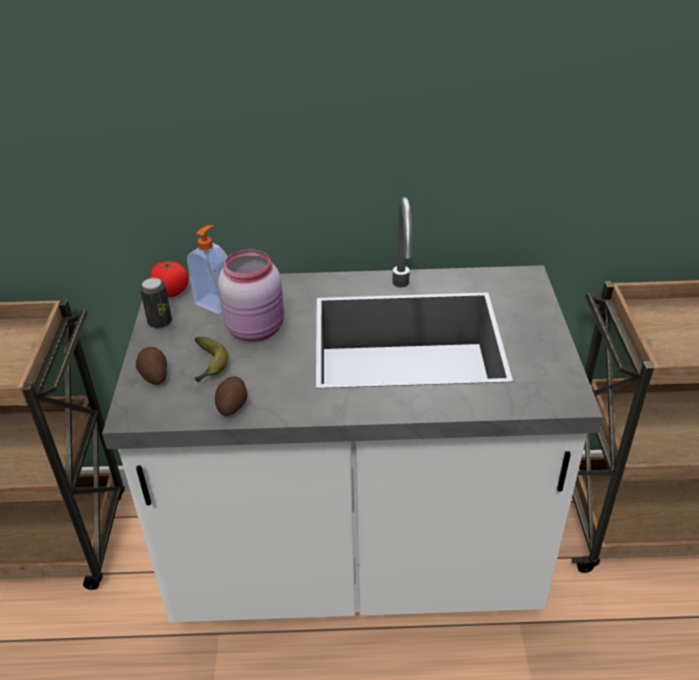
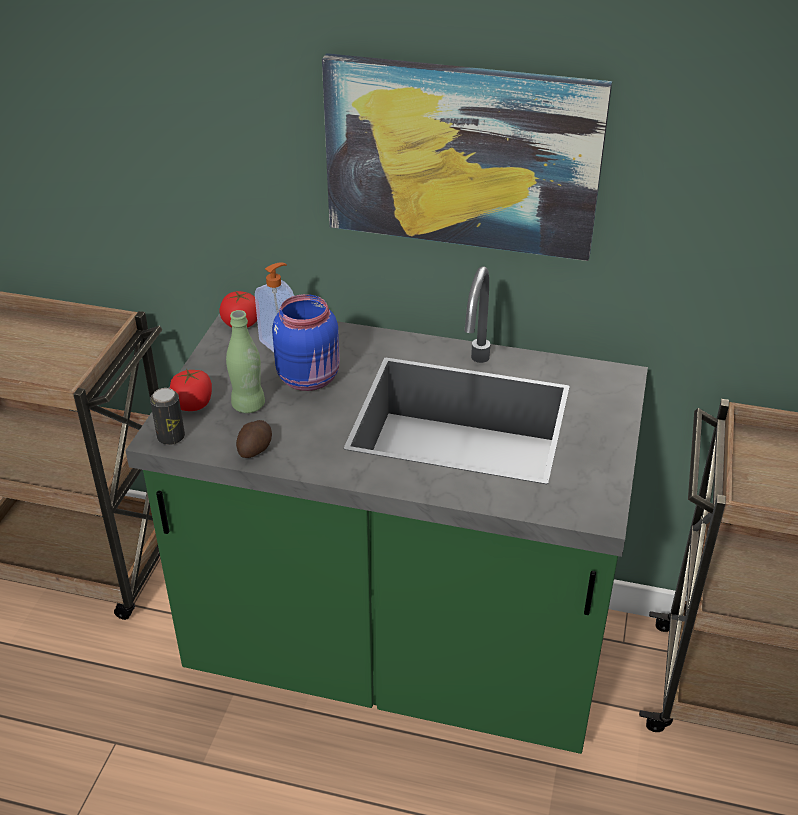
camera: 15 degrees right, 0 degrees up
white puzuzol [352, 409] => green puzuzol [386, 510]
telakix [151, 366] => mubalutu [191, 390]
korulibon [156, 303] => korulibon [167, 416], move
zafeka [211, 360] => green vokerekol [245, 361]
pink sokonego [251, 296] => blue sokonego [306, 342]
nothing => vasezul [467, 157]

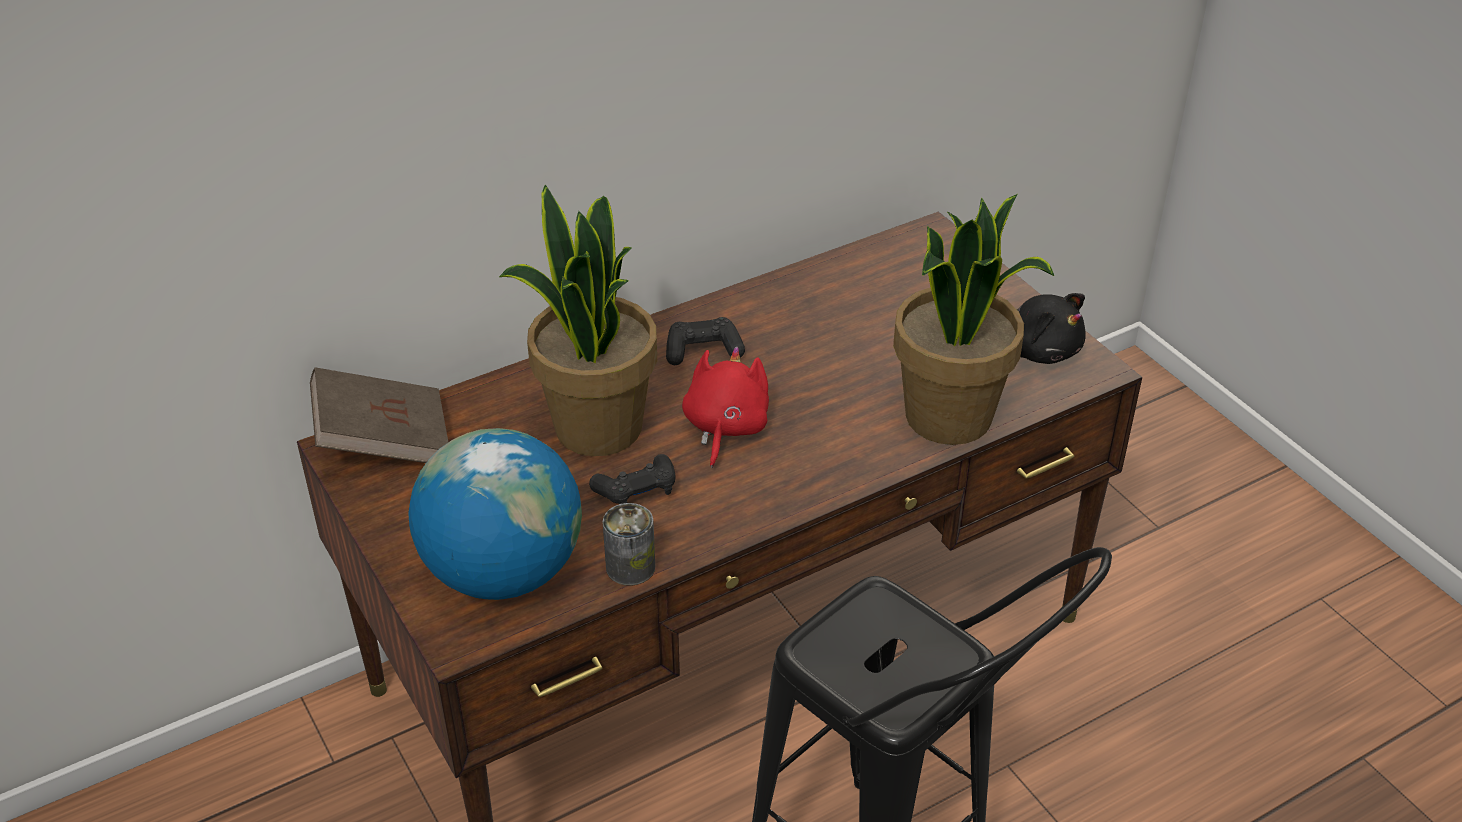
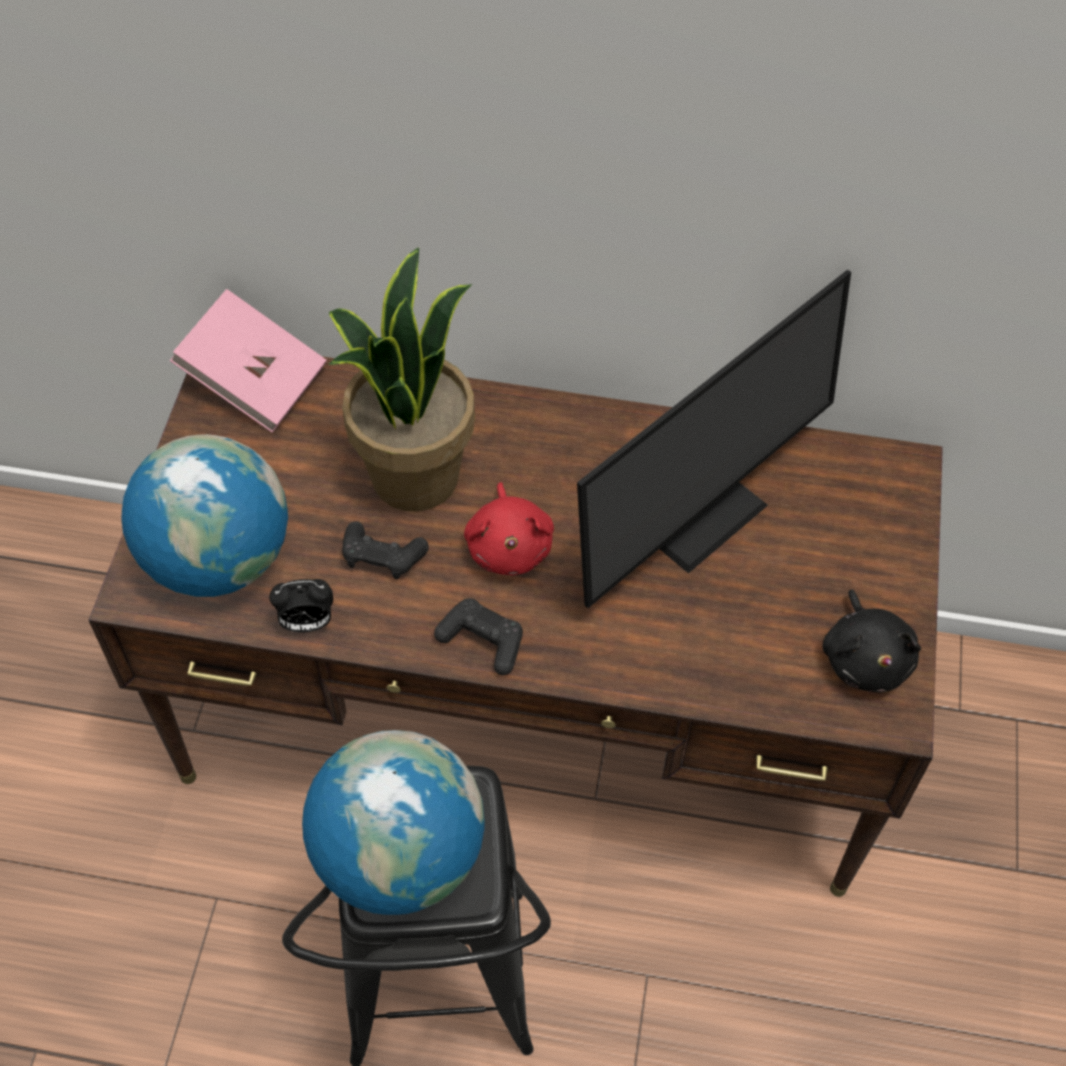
camera: 40 degrees right, 15 degrees up
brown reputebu [379, 415] => pink reputebu [248, 361]
korulibon [629, 544] => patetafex [301, 606]
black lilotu [705, 341] => black lilotu [478, 636], move
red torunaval [725, 407] => red torunaval [509, 528], 120 degrees clockwise
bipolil [973, 319] => nothing
nothing => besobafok [393, 822]
nothing => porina [714, 439]

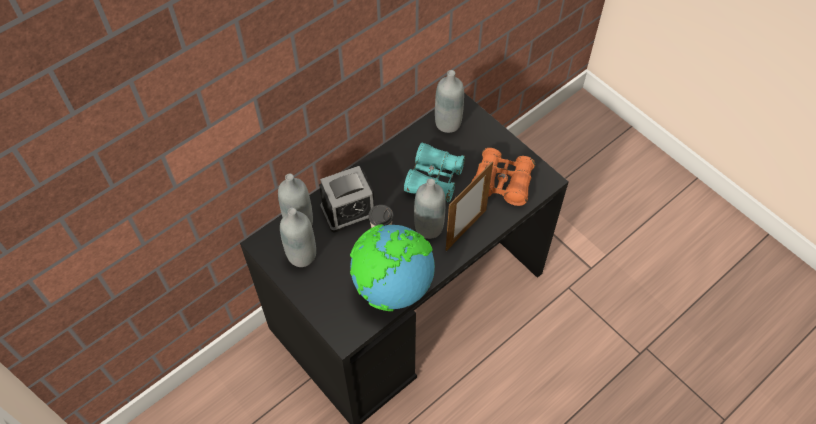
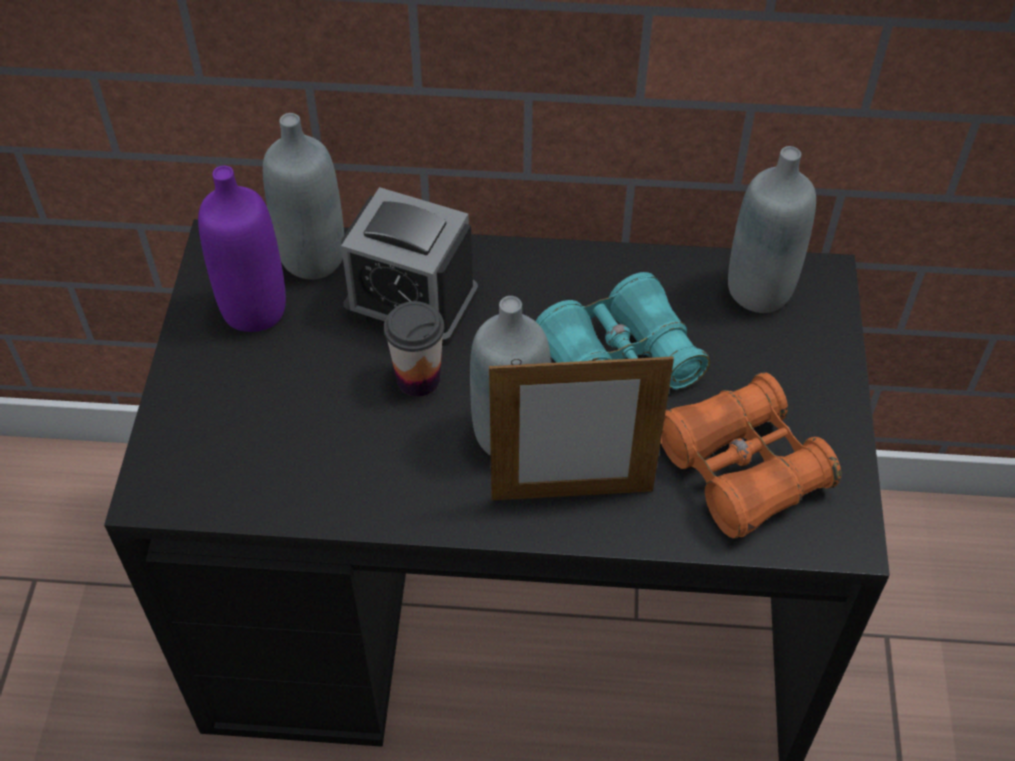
camera: 45 degrees right, 5 degrees down
grey vokerekol [298, 237] => purple vokerekol [242, 249]
besobafok [392, 267] => nothing

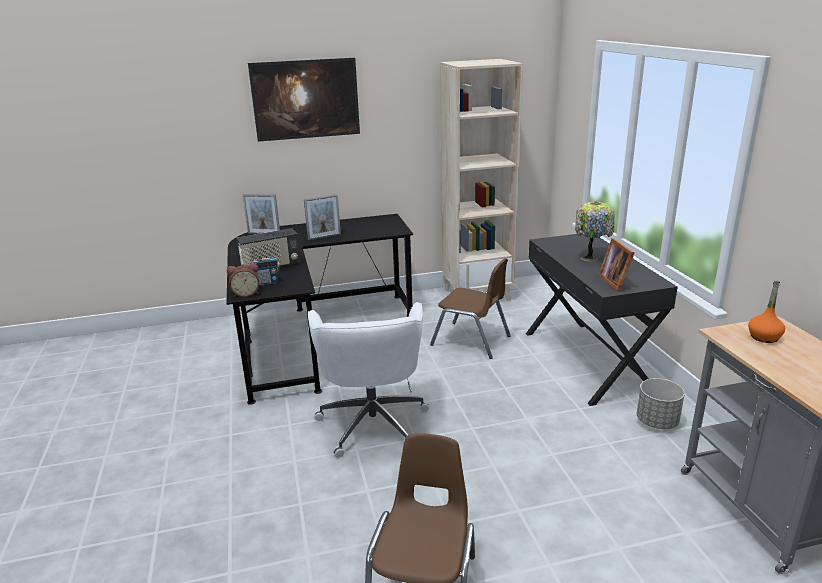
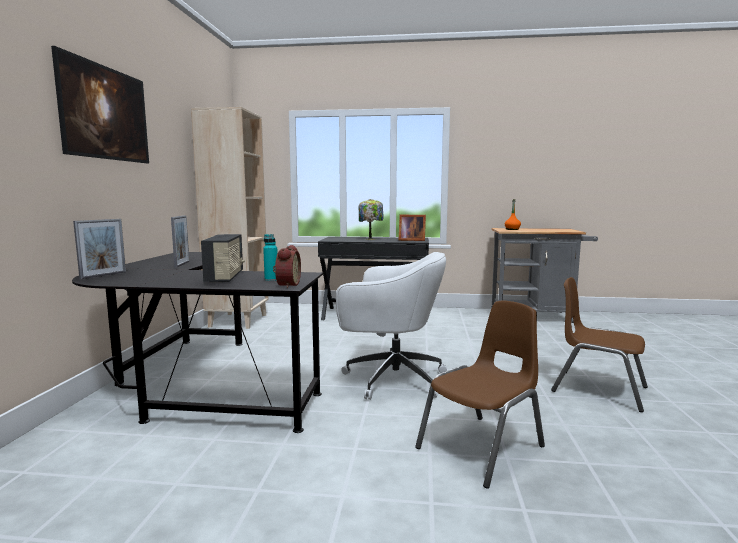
camera: 70 degrees left, 15 degrees down
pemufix [266, 267] => turquoise vokerekol [270, 257]
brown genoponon [470, 308] => brown genoponon [480, 395], move
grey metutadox [661, 403] => nothing

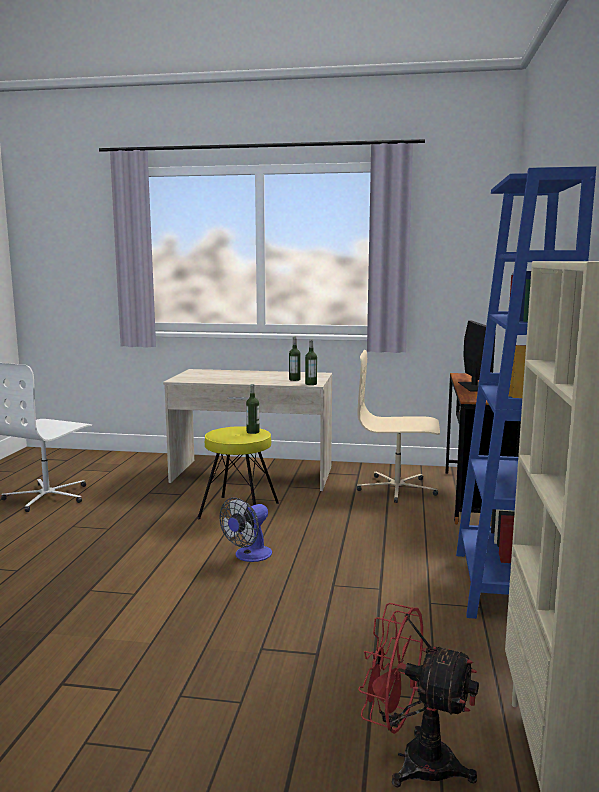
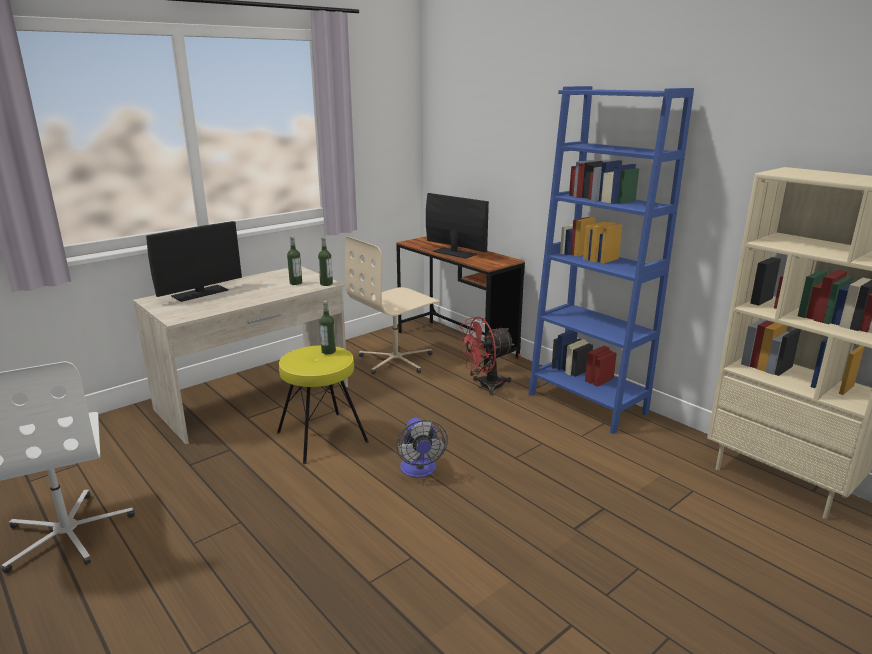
camera: 50 degrees left, 10 degrees up
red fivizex [418, 695] => red fivizex [486, 356], move
nothing => porina [194, 261]

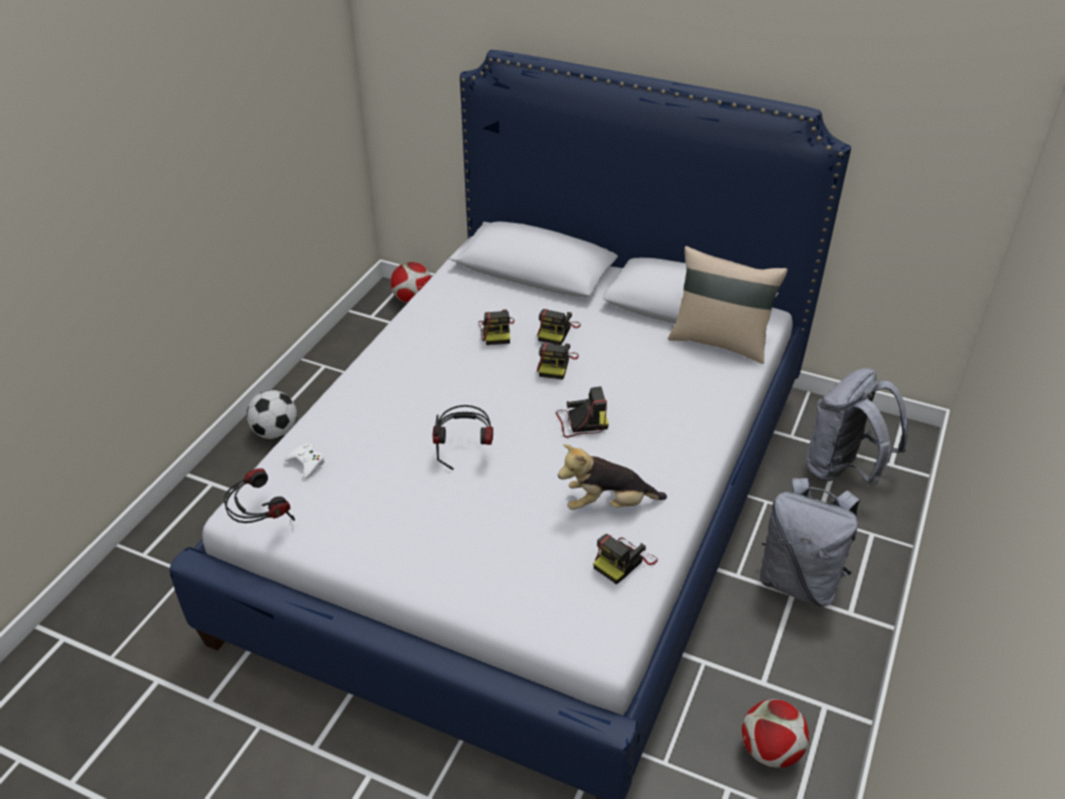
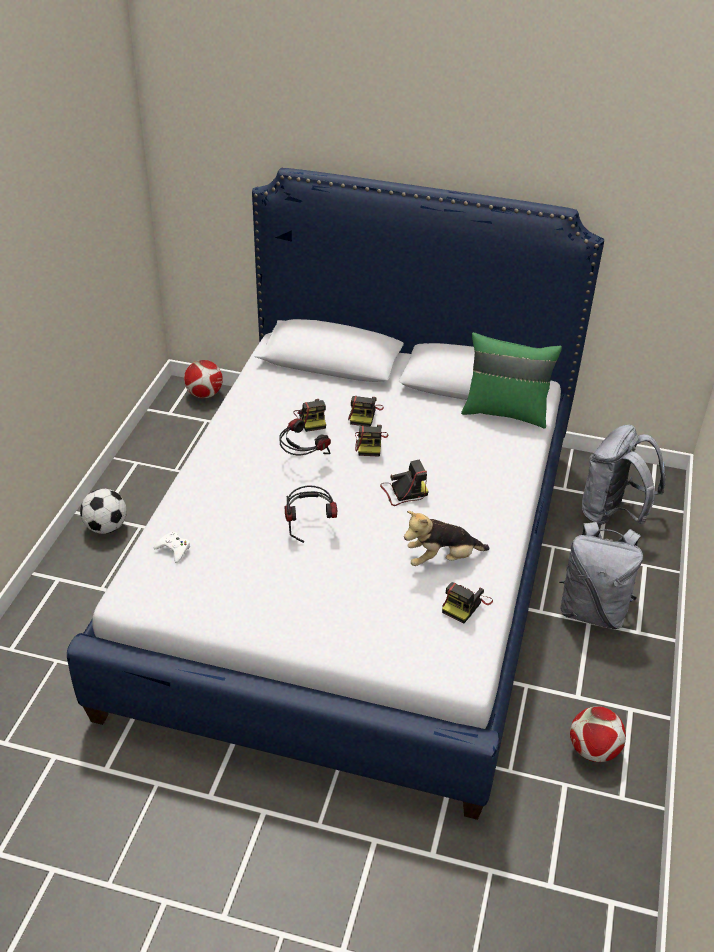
camera: 10 degrees left, 0 degrees up
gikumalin [259, 495] => gikumalin [305, 436], move
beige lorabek [728, 305] => green lorabek [511, 380]

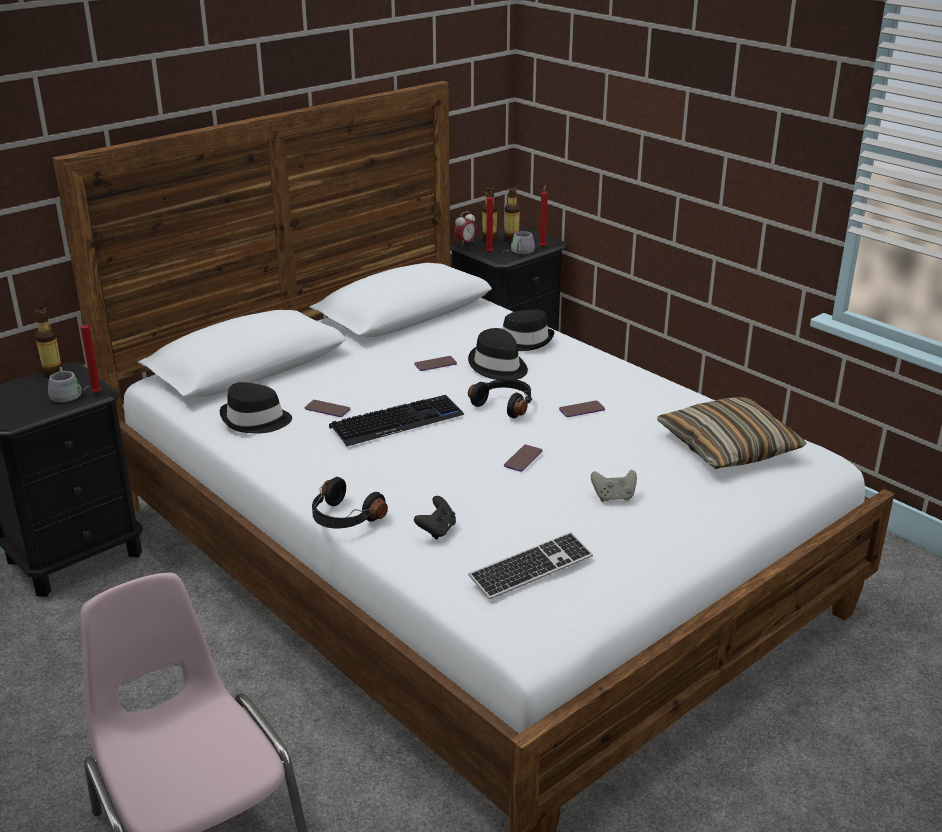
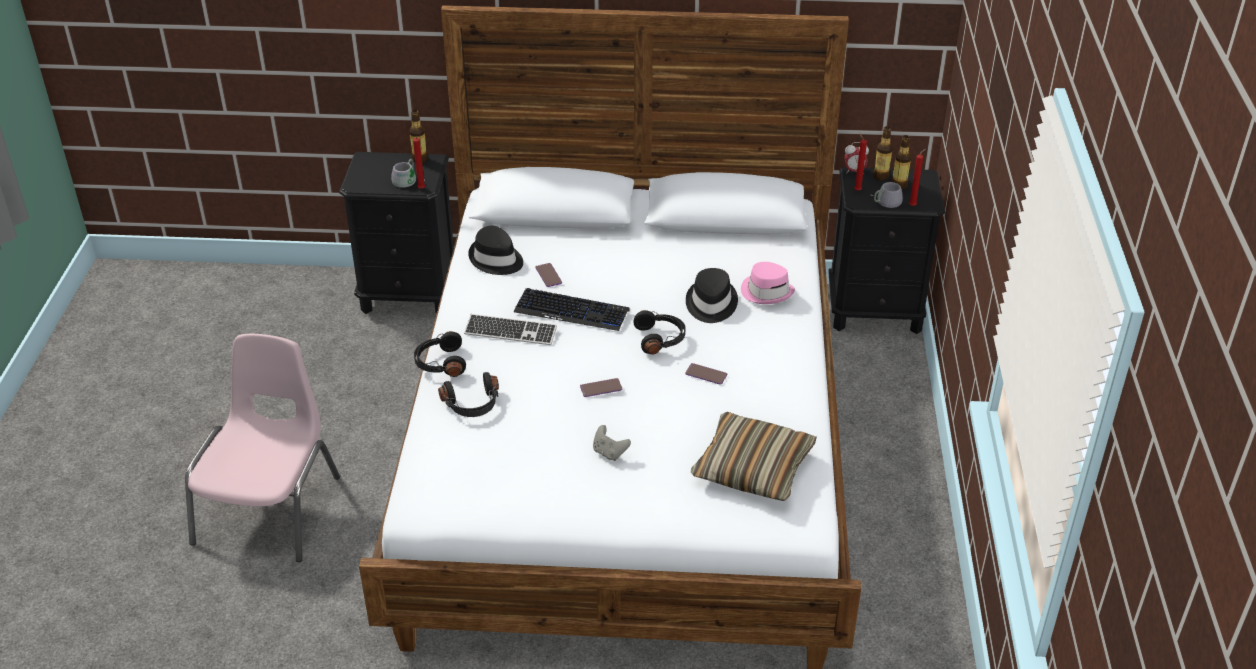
camera: 45 degrees right, 10 degrees up
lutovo [435, 363] => nothing
black lilotu [435, 518] => black gikumalin [468, 394]
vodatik [530, 566] => vodatik [510, 329], move
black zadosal [528, 330] => pink zadosal [768, 283]

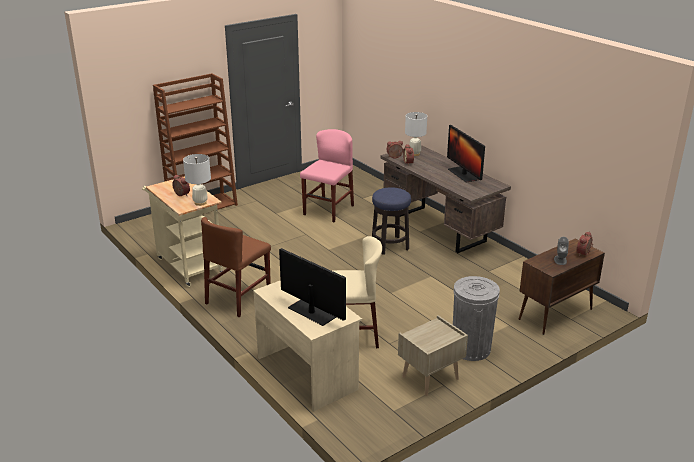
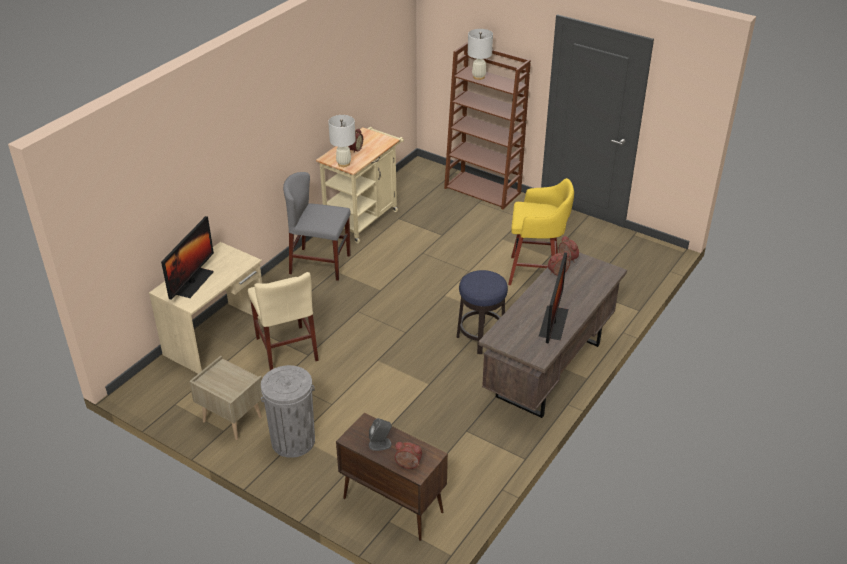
camera: 70 degrees right, 10 degrees up
brown genoponon [236, 267] => grey genoponon [317, 226]
pink genoponon [327, 175] => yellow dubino [541, 231]
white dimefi [416, 134] => white dimefi [480, 54], move
porina [466, 154] => porina [553, 297], 150 degrees clockwise

